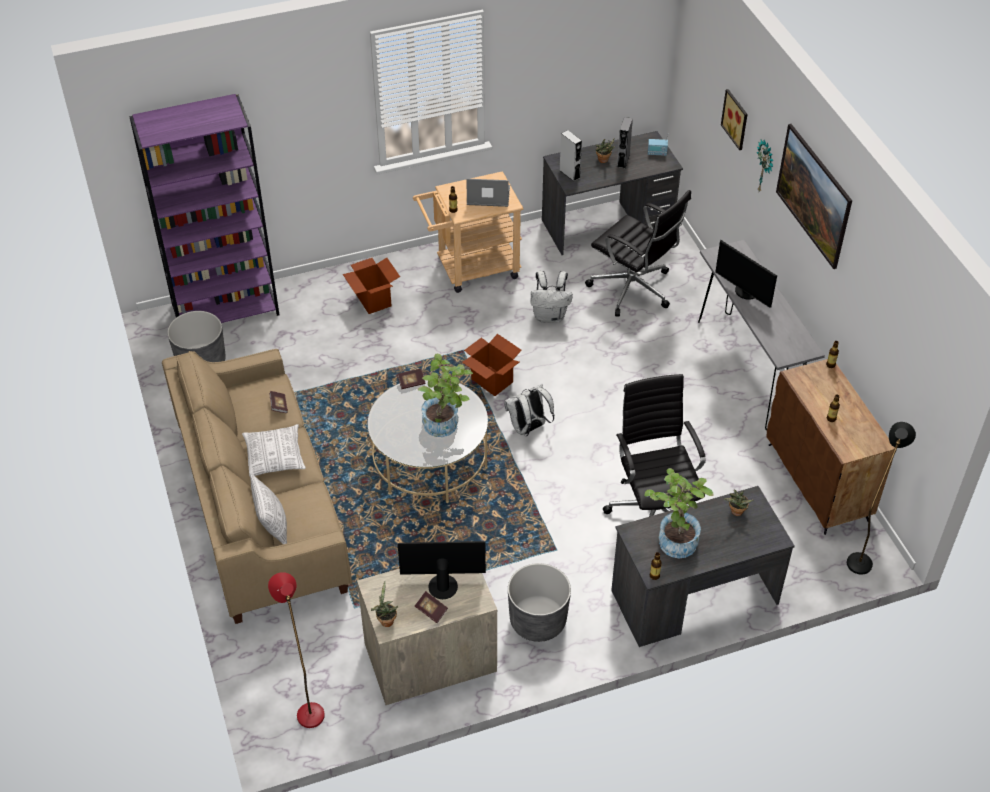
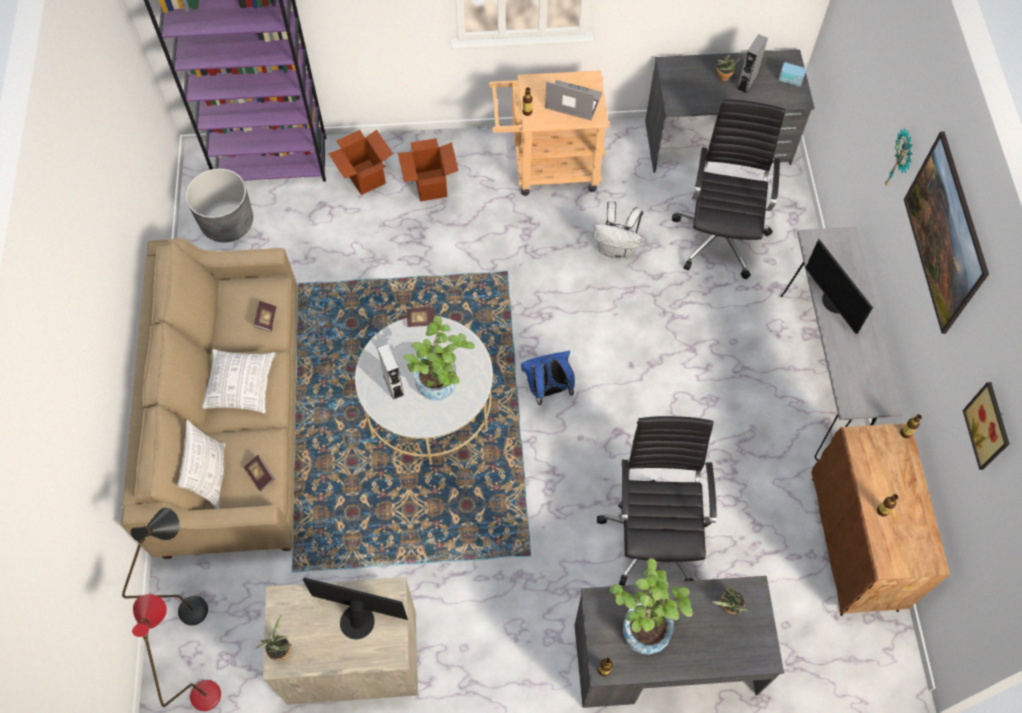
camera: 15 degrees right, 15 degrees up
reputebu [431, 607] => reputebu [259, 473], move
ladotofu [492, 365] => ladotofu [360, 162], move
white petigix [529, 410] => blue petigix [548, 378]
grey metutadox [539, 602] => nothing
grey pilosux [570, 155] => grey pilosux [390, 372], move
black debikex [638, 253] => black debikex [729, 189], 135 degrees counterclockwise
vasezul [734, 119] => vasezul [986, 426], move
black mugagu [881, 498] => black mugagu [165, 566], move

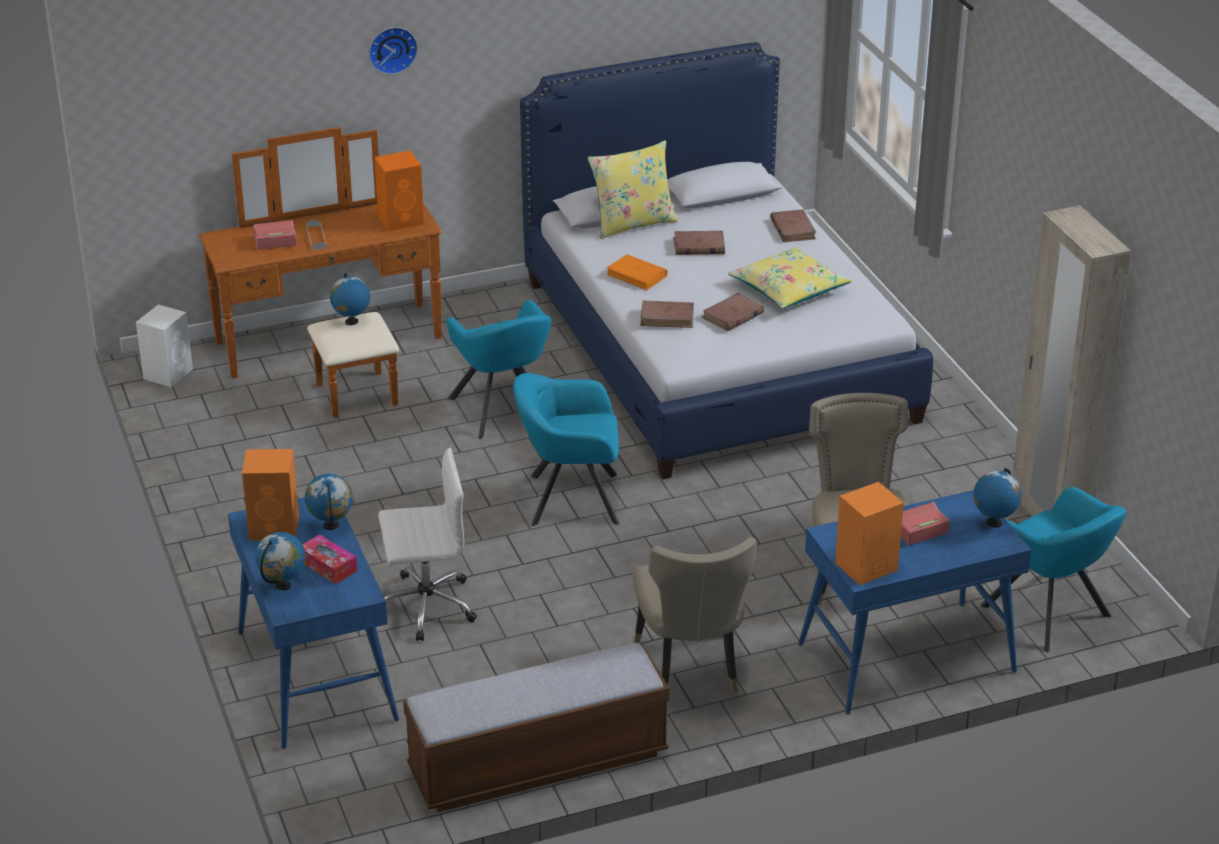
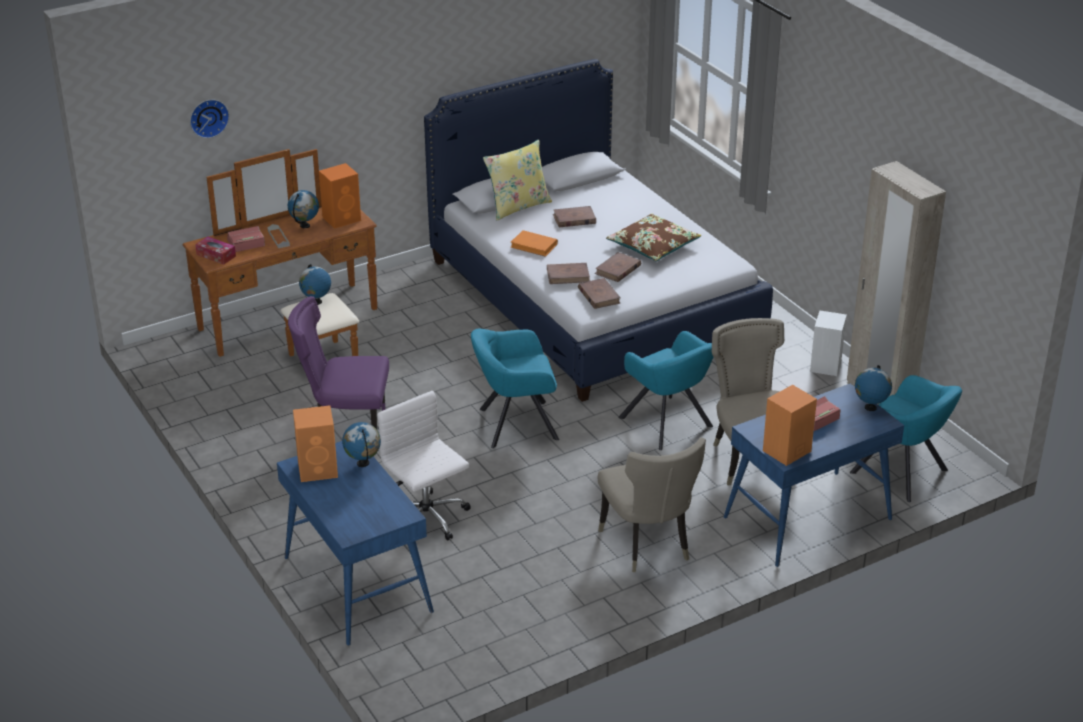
camera: 10 degrees left, 0 degrees up
white pilosux [164, 345] => white pilosux [828, 343], move
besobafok [280, 561] => besobafok [303, 209], move
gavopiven [329, 559] => gavopiven [215, 251], move
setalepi [393, 51] => setalepi [209, 118], move
white debikex [427, 544] => white debikex [424, 465], 105 degrees counterclockwise
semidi [536, 728] => nothing
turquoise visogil [499, 369] => turquoise visogil [666, 390], move
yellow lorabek [790, 278] => brown lorabek [653, 237]
brown reputebu [793, 225] => brown reputebu [599, 293], move
nothing => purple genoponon [338, 362]

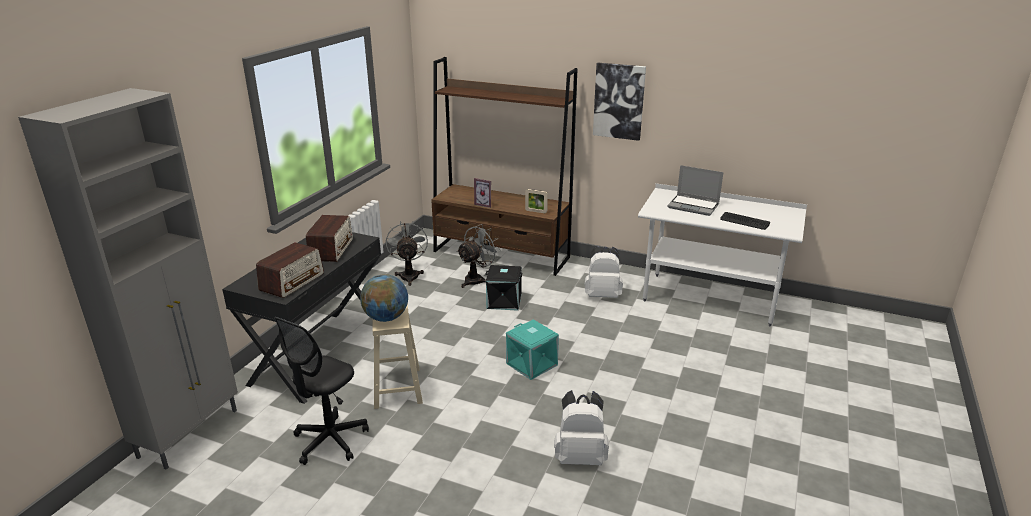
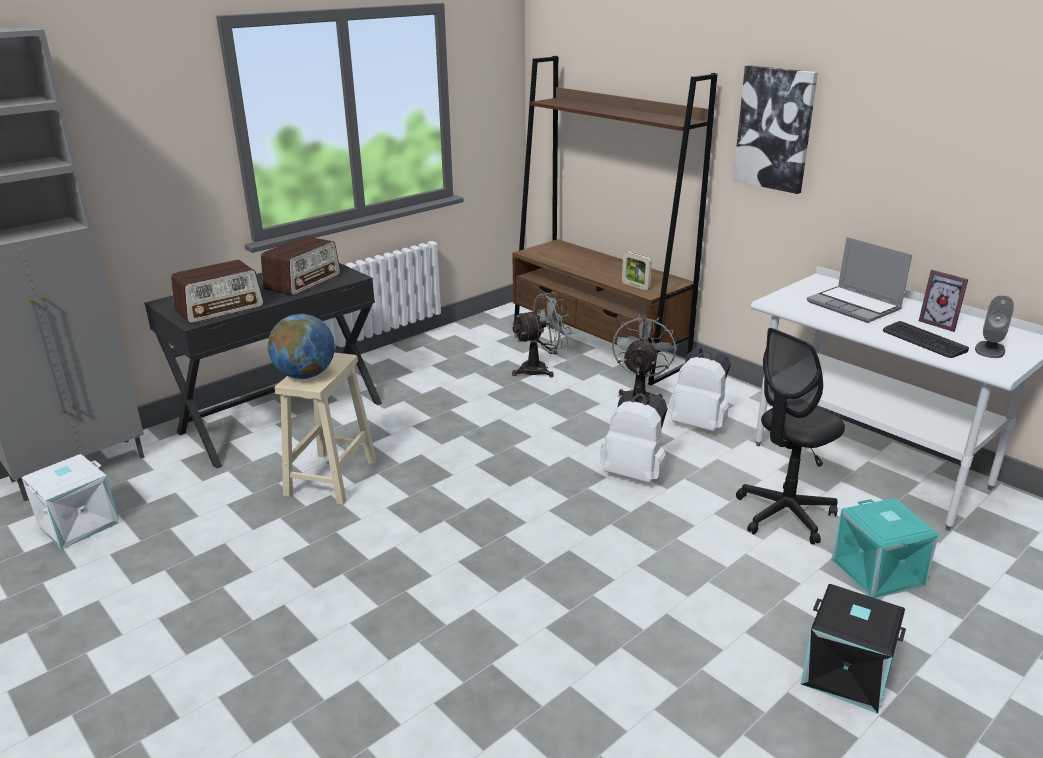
camera: 25 degrees right, 0 degrees up
black debikex [321, 391] => black debikex [790, 436], move
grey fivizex [407, 253] => grey fivizex [644, 359], move
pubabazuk [482, 193] => pubabazuk [943, 301], move
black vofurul [503, 288] => black vofurul [853, 649], move
turquoise vofurul [532, 349] => turquoise vofurul [885, 548], move
white petigix [581, 427] => white petigix [634, 436], move
nothing => white vofurul [71, 501]
nothing => grey pilosux [994, 326]

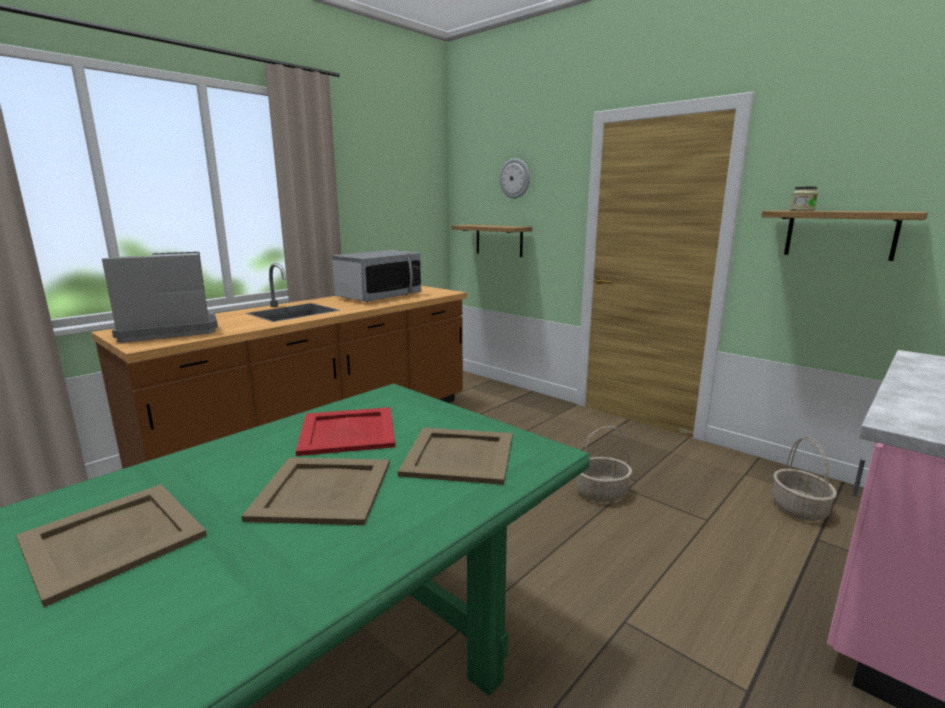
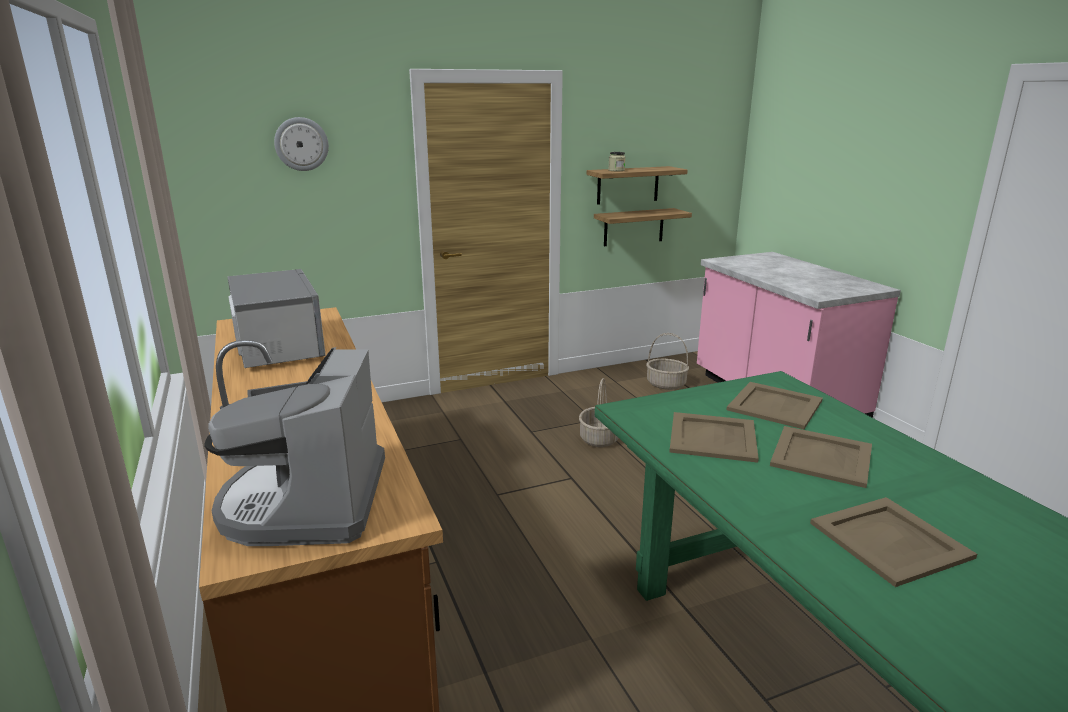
camera: 65 degrees left, 5 degrees up
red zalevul [345, 431] => beige zalevul [714, 437]
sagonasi [491, 241] => sagonasi [643, 227], move

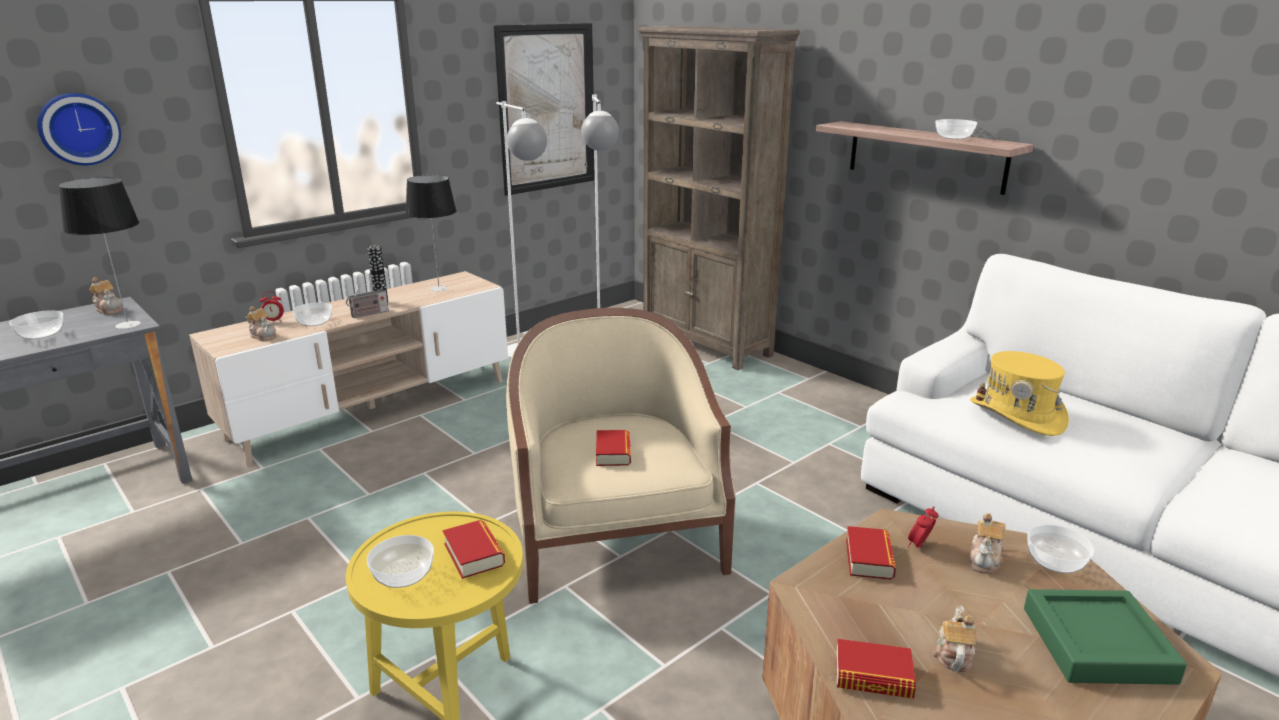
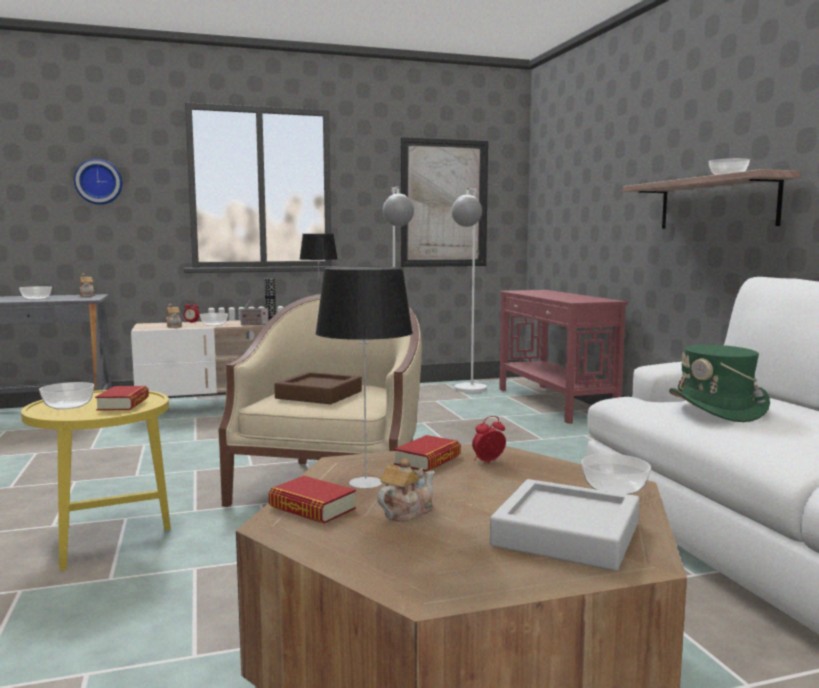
camera: 25 degrees right, 15 degrees down
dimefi [100, 253] => dimefi [364, 377], move
reputebu [613, 448] => brown zalevul [318, 388]
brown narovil [719, 198] => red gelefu [563, 357]
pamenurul [987, 543] => nothing
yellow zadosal [1019, 393] => green zadosal [719, 383]
green zalevul [1105, 637] => grey zalevul [565, 525]

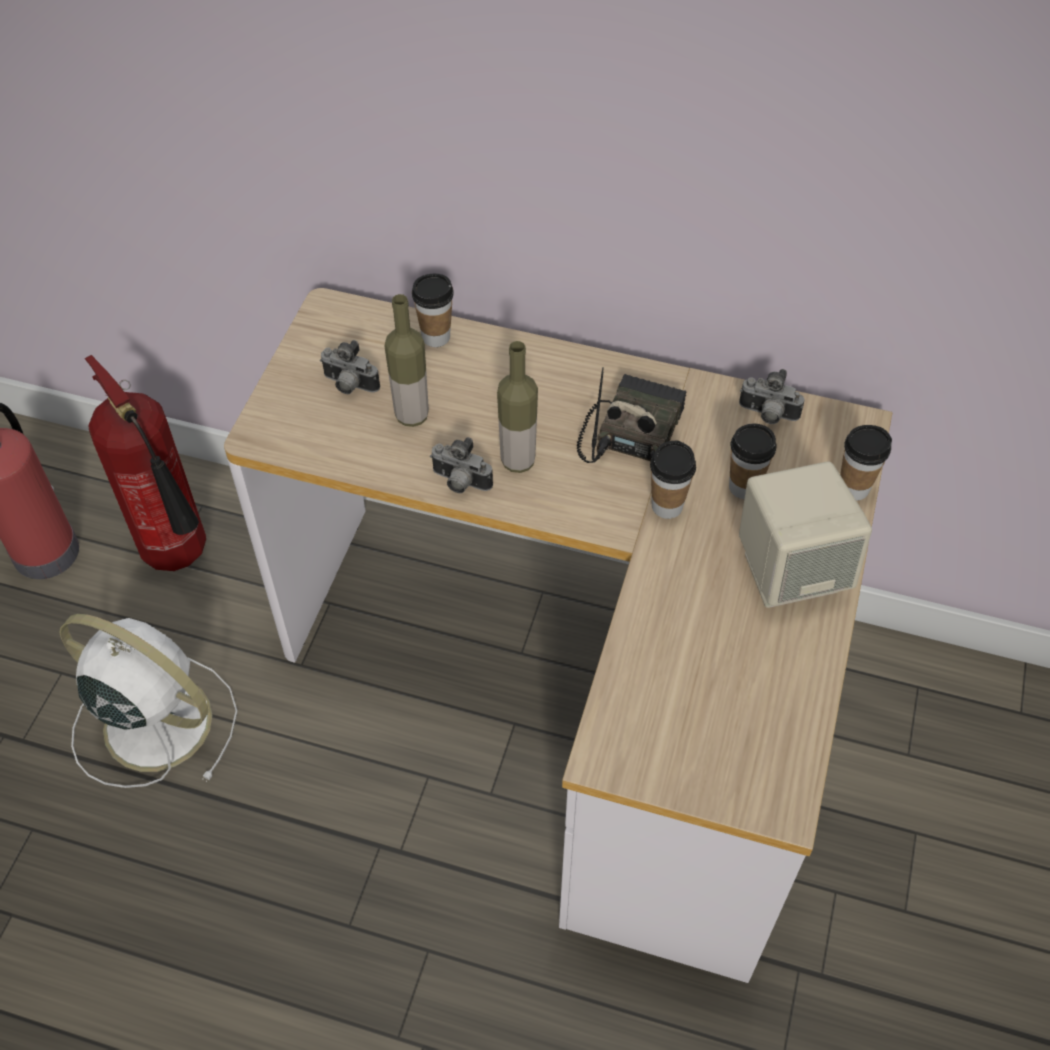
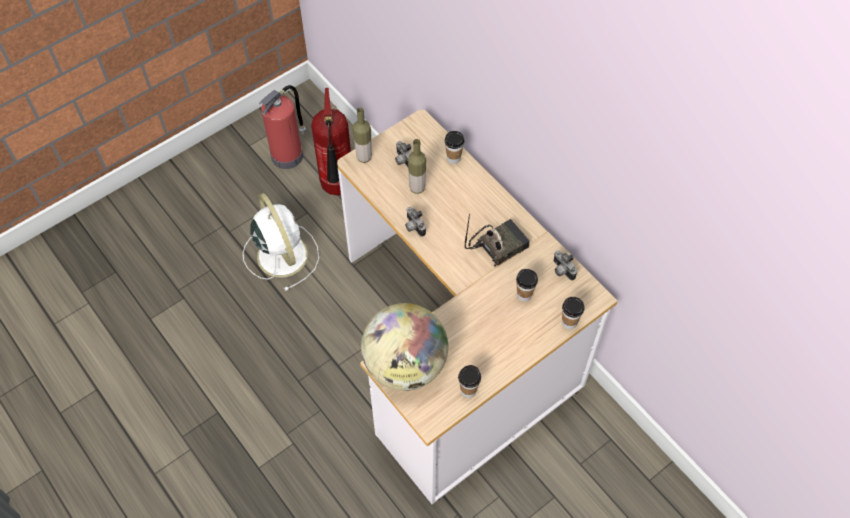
camera: 35 degrees right, 5 degrees up
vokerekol [517, 407] => vokerekol [362, 135], move
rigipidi [673, 480] => rigipidi [469, 381], move
beige pilosux [805, 534] => nothing
nothing => besobafok [404, 347]

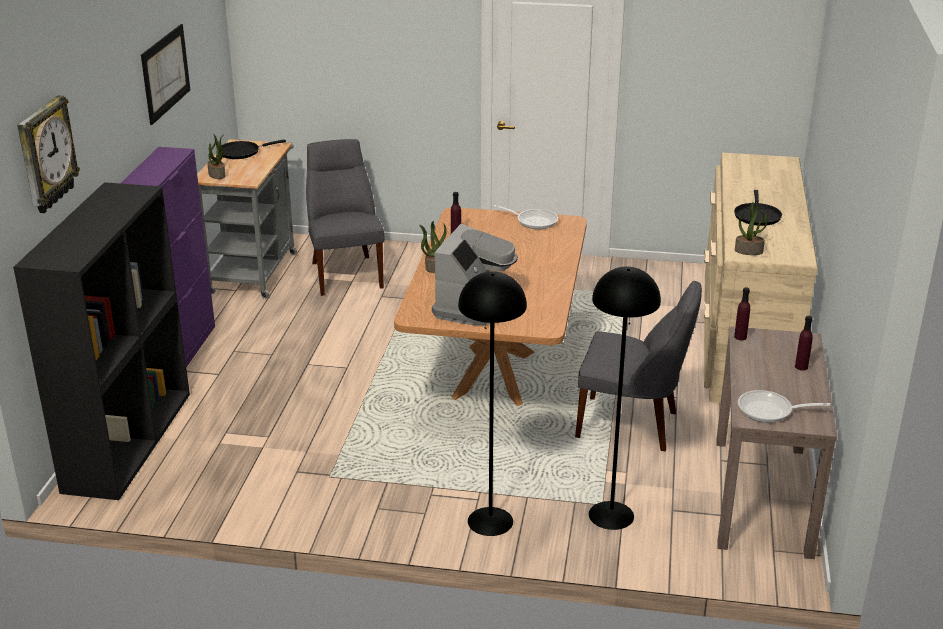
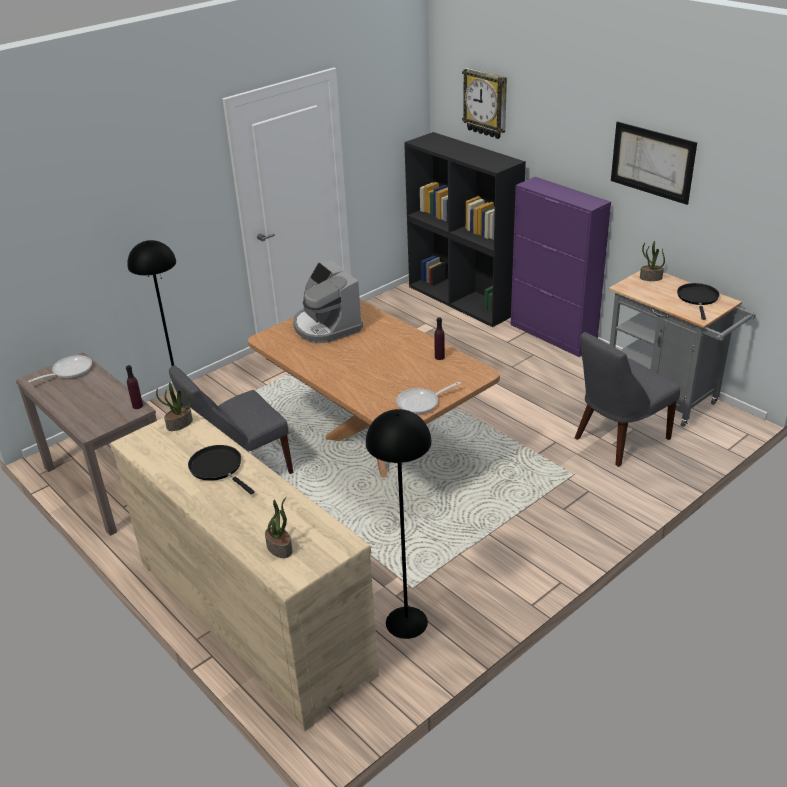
camera: 130 degrees right, 5 degrees up
grey genoponon [345, 217] => grey genoponon [627, 399], 120 degrees clockwise
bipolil [433, 247] => bipolil [279, 527], move
black mugagu [492, 403] => black mugagu [399, 524], move
purple vokerekol [804, 343] => nothing

